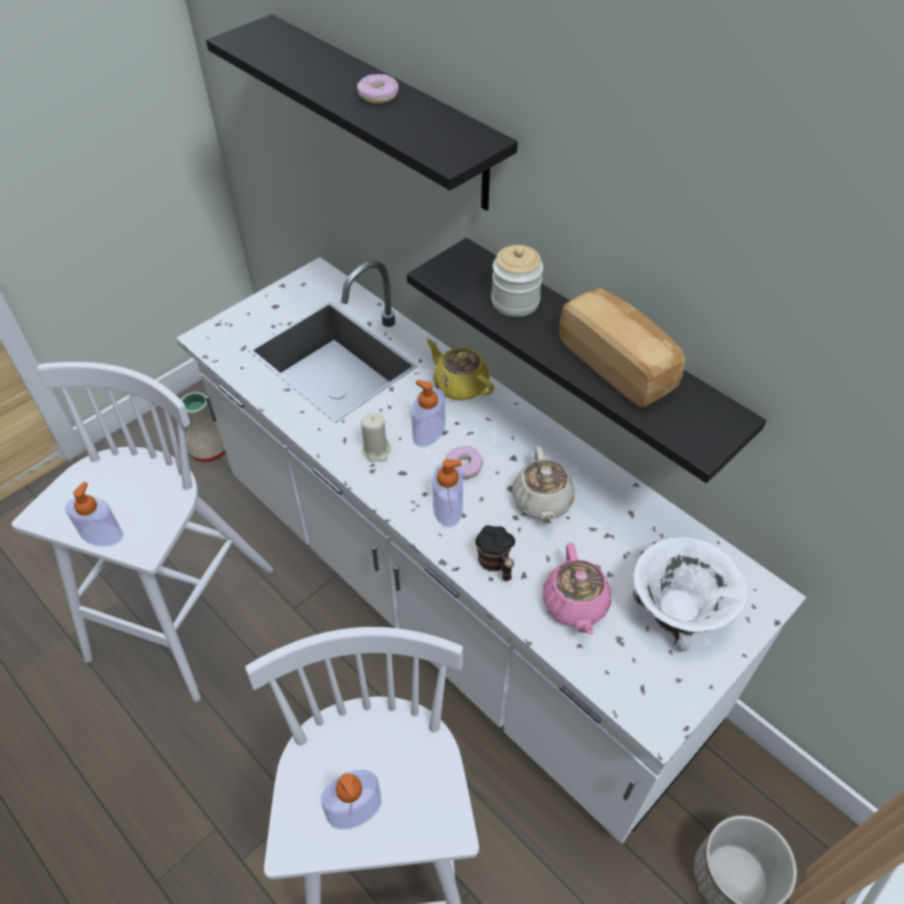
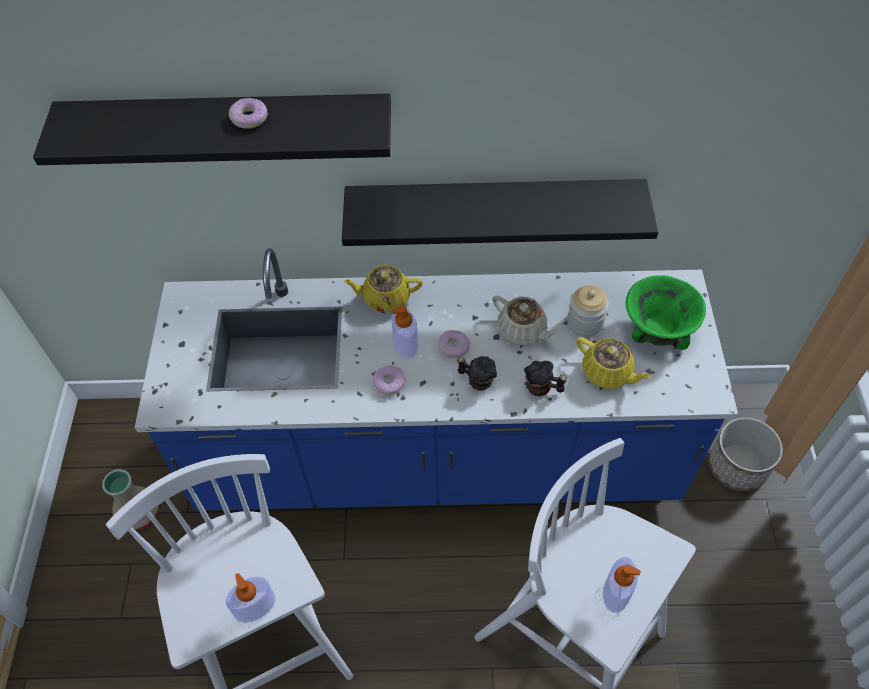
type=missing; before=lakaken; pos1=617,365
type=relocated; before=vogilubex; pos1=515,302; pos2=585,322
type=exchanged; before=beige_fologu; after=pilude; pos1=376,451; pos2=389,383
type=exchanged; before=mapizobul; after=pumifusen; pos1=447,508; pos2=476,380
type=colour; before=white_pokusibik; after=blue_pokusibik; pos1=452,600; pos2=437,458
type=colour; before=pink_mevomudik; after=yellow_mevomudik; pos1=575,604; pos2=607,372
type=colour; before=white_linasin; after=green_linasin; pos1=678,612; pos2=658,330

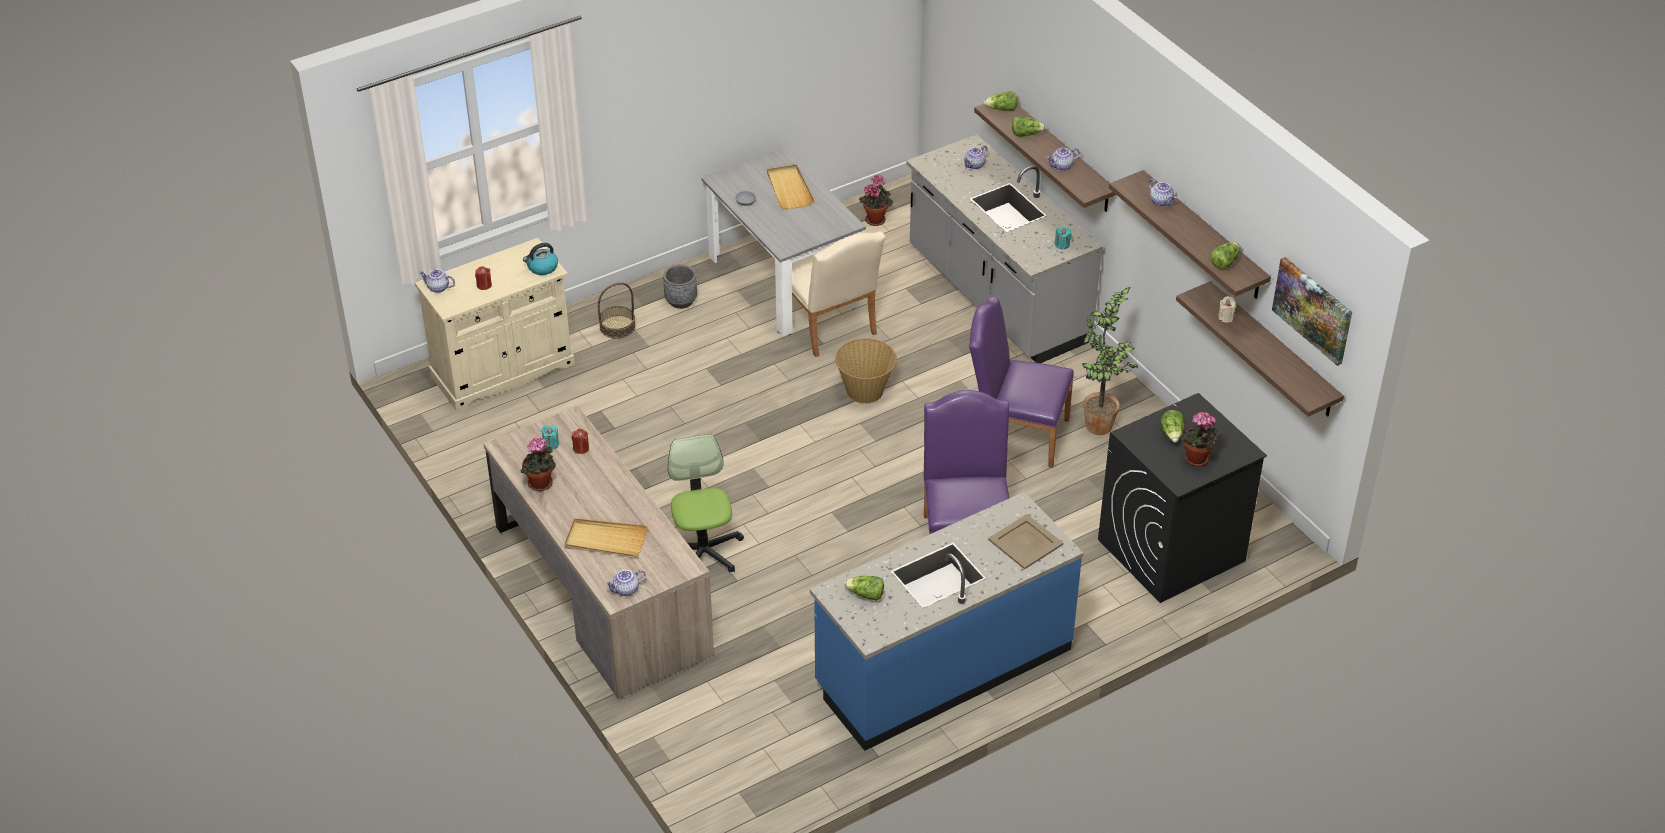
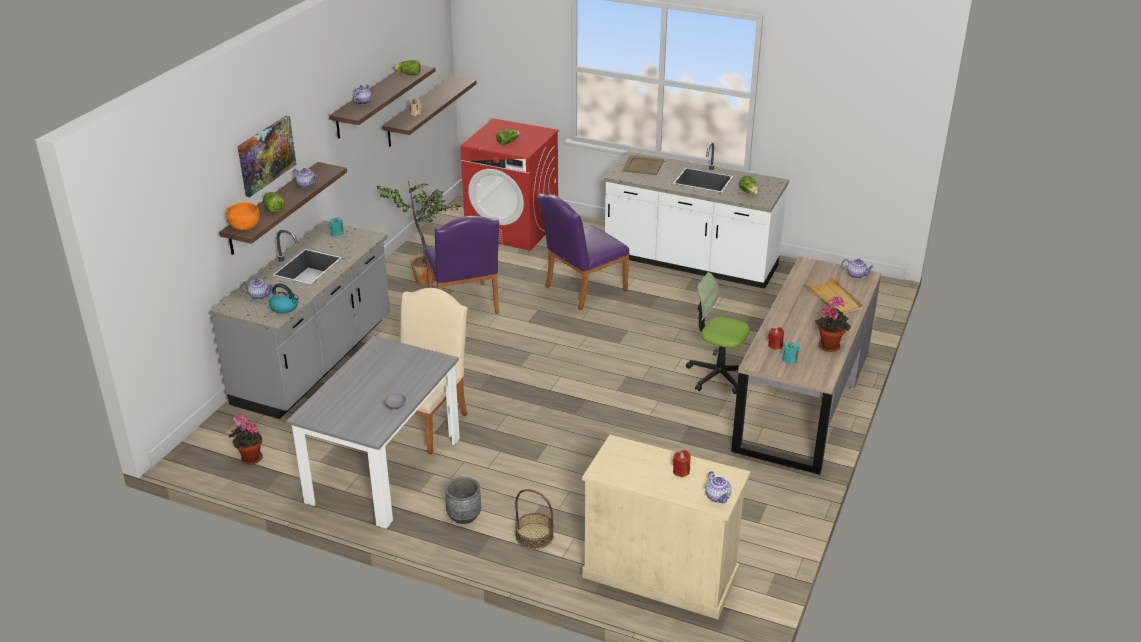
type=missing; before=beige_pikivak; pos1=789,189
type=missing; before=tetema; pos1=865,390
type=missing; before=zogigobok; pos1=1196,460
type=relocated; before=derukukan; pos1=542,268; pos2=285,307
type=relocated; before=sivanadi; pos1=1313,310; pos2=266,155
type=exchanged; before=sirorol; after=orange_linasin; pos1=1002,109; pos2=244,227
type=colour; before=blue_pokusibik; after=white_pokusibik; pos1=942,667; pos2=690,263
type=colour; before=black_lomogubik; after=red_lomogubik; pos1=1170,551; pos2=513,228
type=spun; before=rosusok; pos1=703,552; pos2=718,375; turn=75

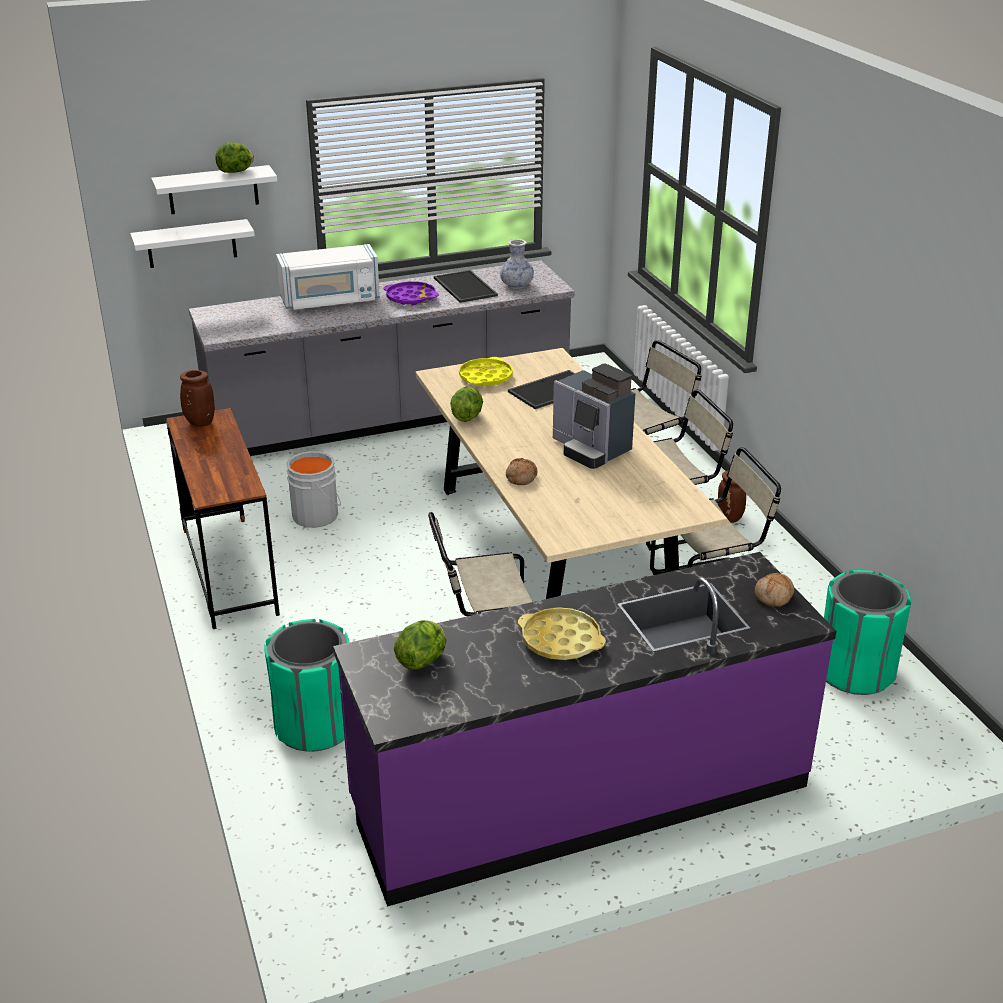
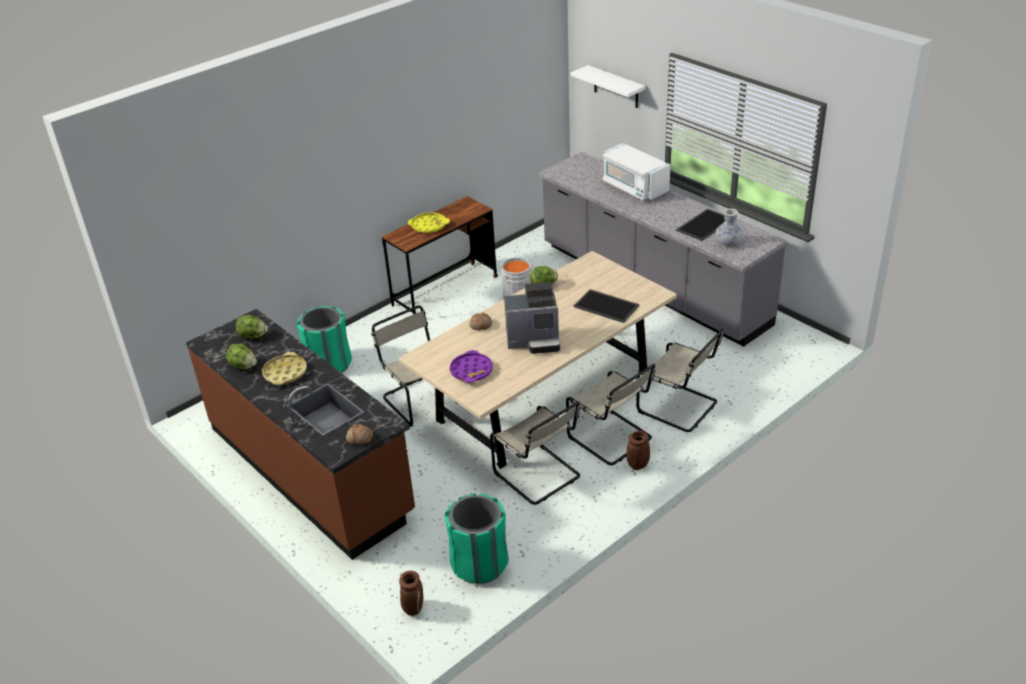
type=missing; before=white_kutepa; pos1=191,244
type=relocated; before=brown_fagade; pos1=199,423; pos2=413,608
type=relocated; before=sirorol; pos1=236,172; pos2=243,366
type=relocated; before=purple_pikivak; pos1=411,298; pos2=471,371
type=relocated; before=yellow_pikivak; pos1=485,377; pos2=429,226
type=colour; before=purple_pokusibik; after=brown_pokusibik; pos1=580,795; pos2=310,470
type=spun; before=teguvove; pos1=591,449; pos2=534,341; turn=-120

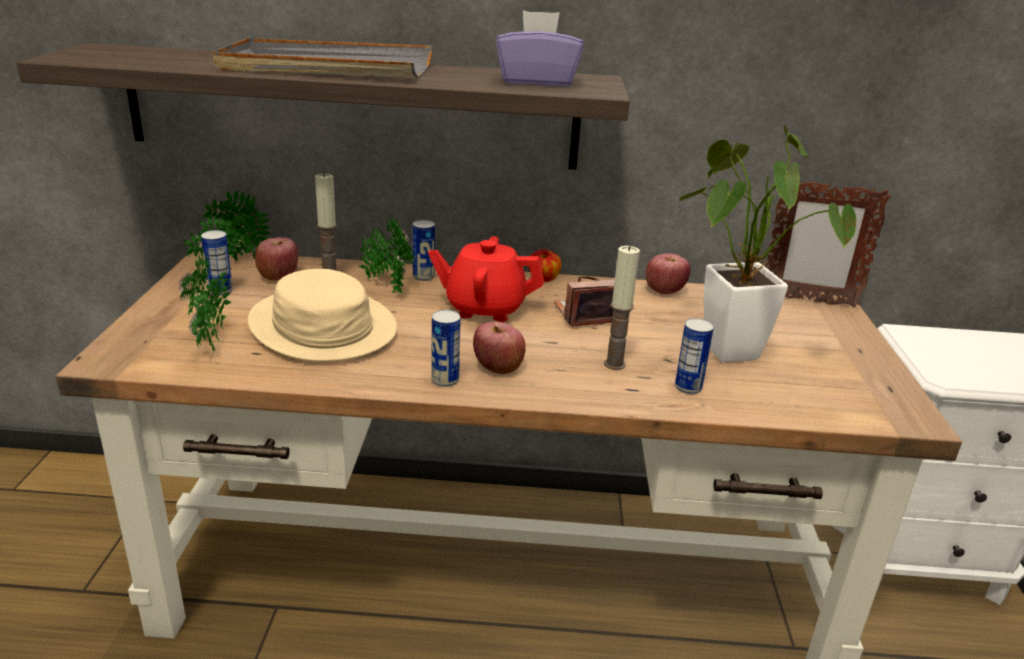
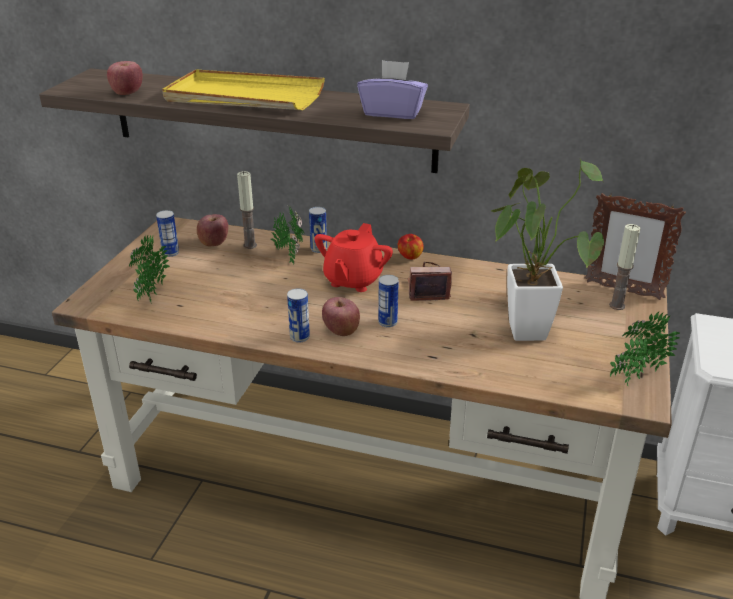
type=missing; before=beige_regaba; pos1=322,327
type=relocated; before=zogigobok; pos1=230,264; pos2=634,377
type=relocated; before=fologu; pos1=614,364; pos2=617,305
type=relocated; before=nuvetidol; pos1=664,291; pos2=127,93
type=relocated; before=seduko; pos1=688,387; pos2=387,322
type=colour; before=grey_pikivak; after=yellow_pikivak; pos1=327,67; pos2=244,97
type=spun; before=red_mevomudik; pos1=484,308; pos2=353,280; turn=-90

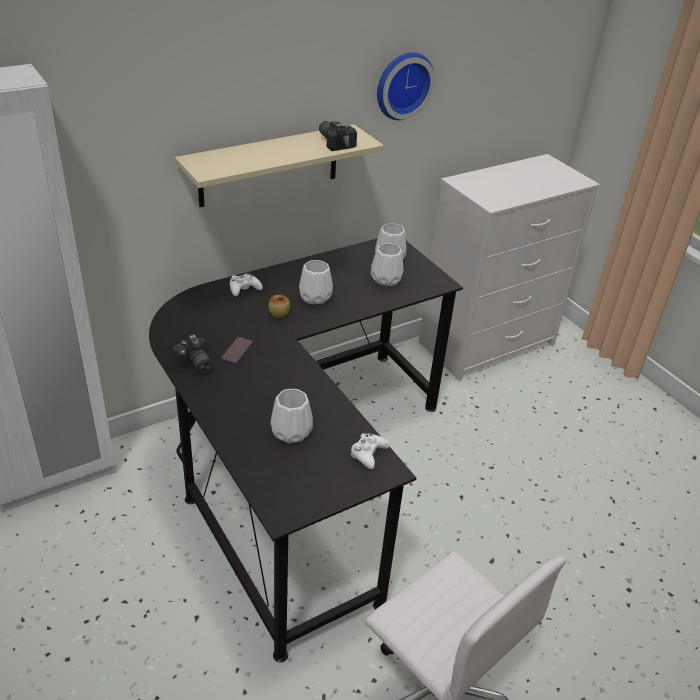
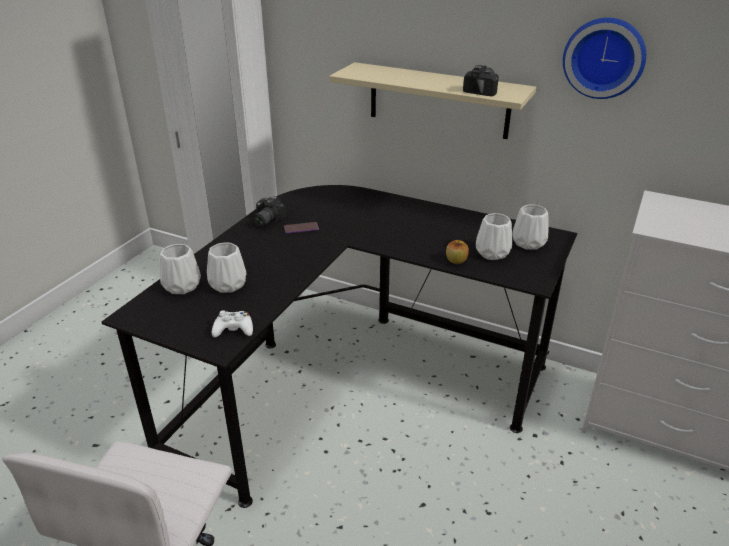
type=missing; before=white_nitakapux; pos1=244,289
type=relocated; before=nuvetidol; pos1=279,314; pos2=456,261
type=relocated; before=white_fagade; pos1=315,297; pos2=181,286

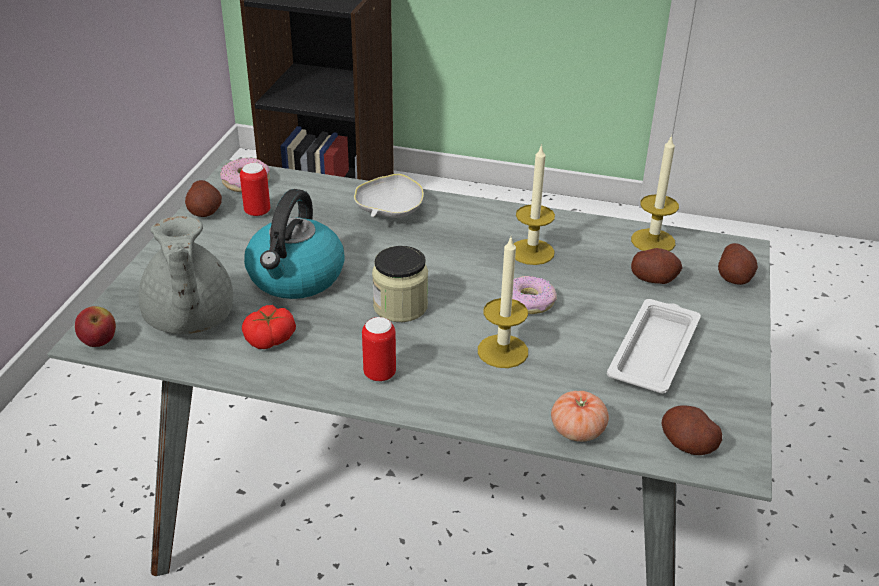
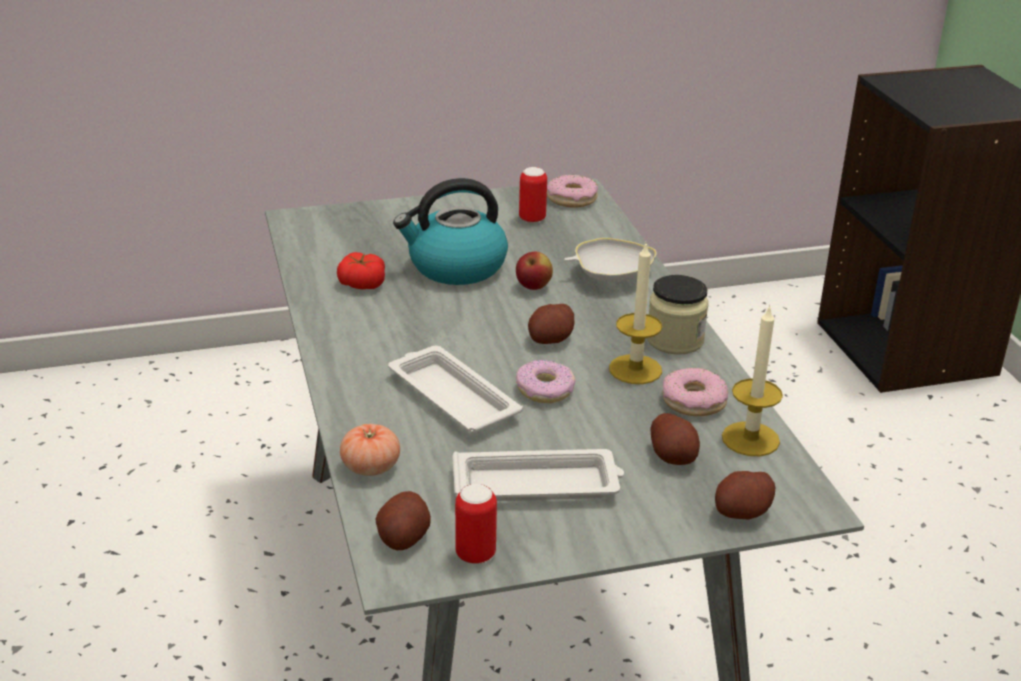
type=missing; before=grey_mevomudik; pos1=188,319
type=appeared; after=pilude; pos2=694,401
type=relocated; before=nuvetidol; pos1=99,342; pos2=533,287
type=relocated; before=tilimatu; pos1=205,211; pos2=550,339
type=relocated; before=seduko; pos1=379,374; pos2=475,554
type=relocated; before=vogilubex; pos1=400,306; pos2=675,340
type=exchanged; before=fologu; after=white_pikivak; pos1=502,351; pos2=451,396

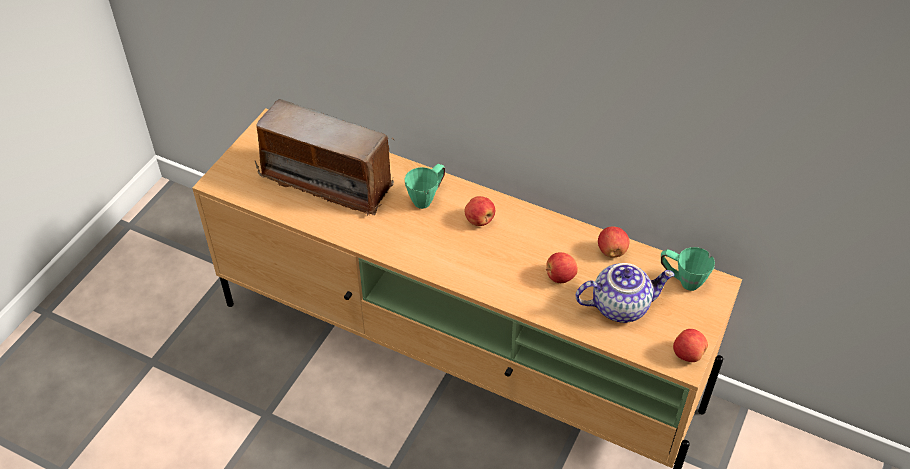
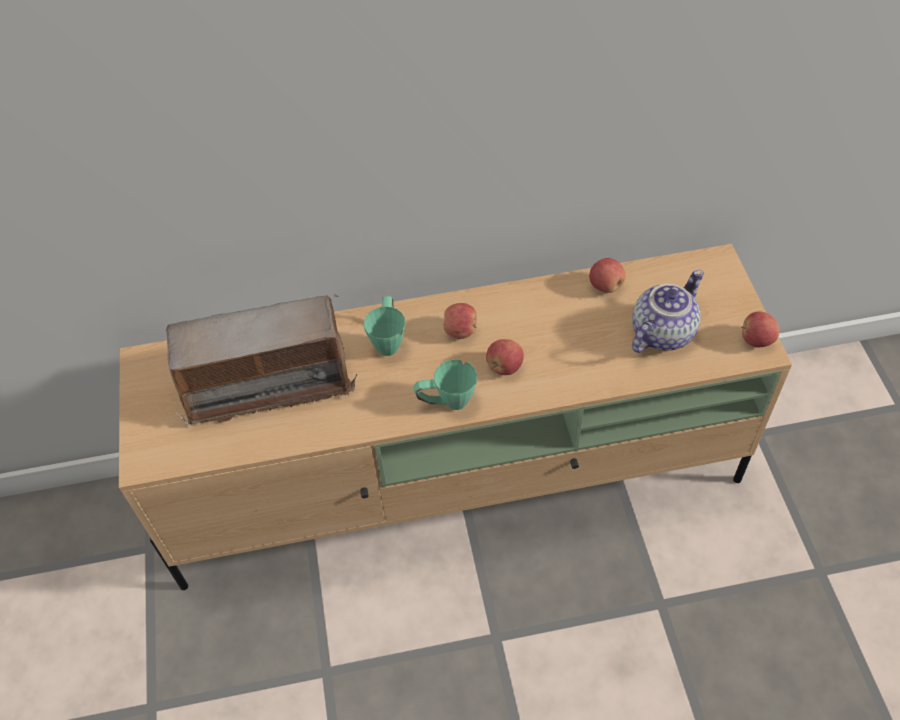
type=relocated; before=nuvetidol; pos1=560,277; pos2=504,367
type=relocated; before=green_pumifusen; pos1=681,280; pos2=446,403

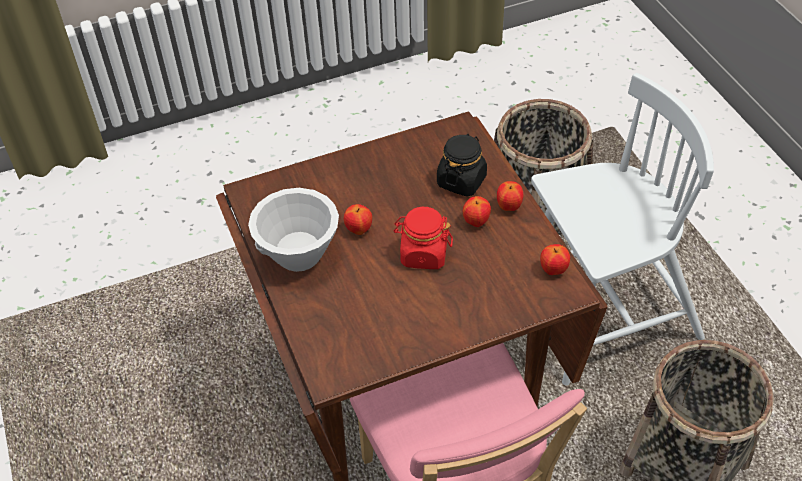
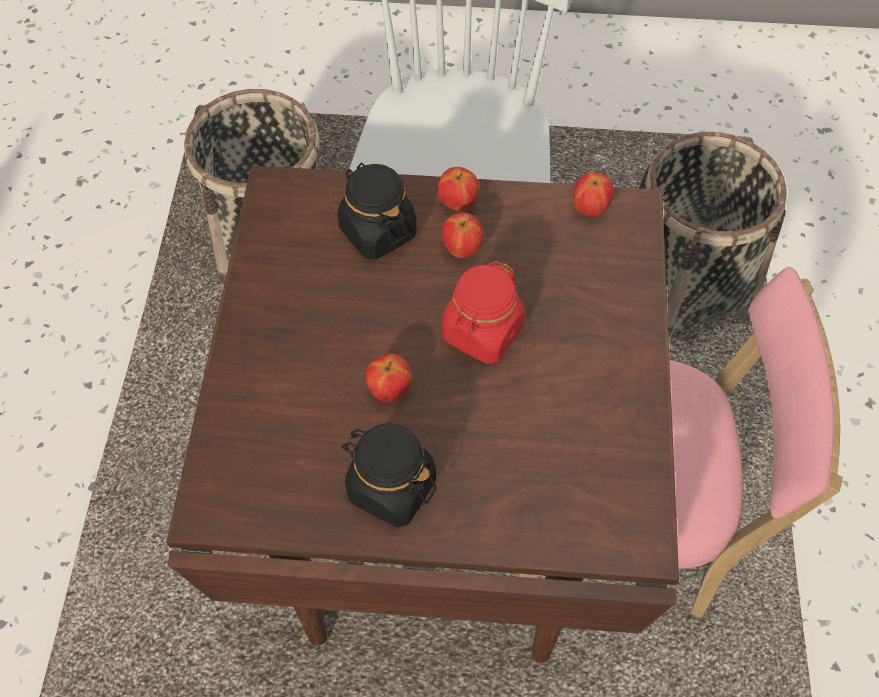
type=exchanged; before=white_linasin; after=black_vogilubex; pos1=299,255; pos2=391,488

